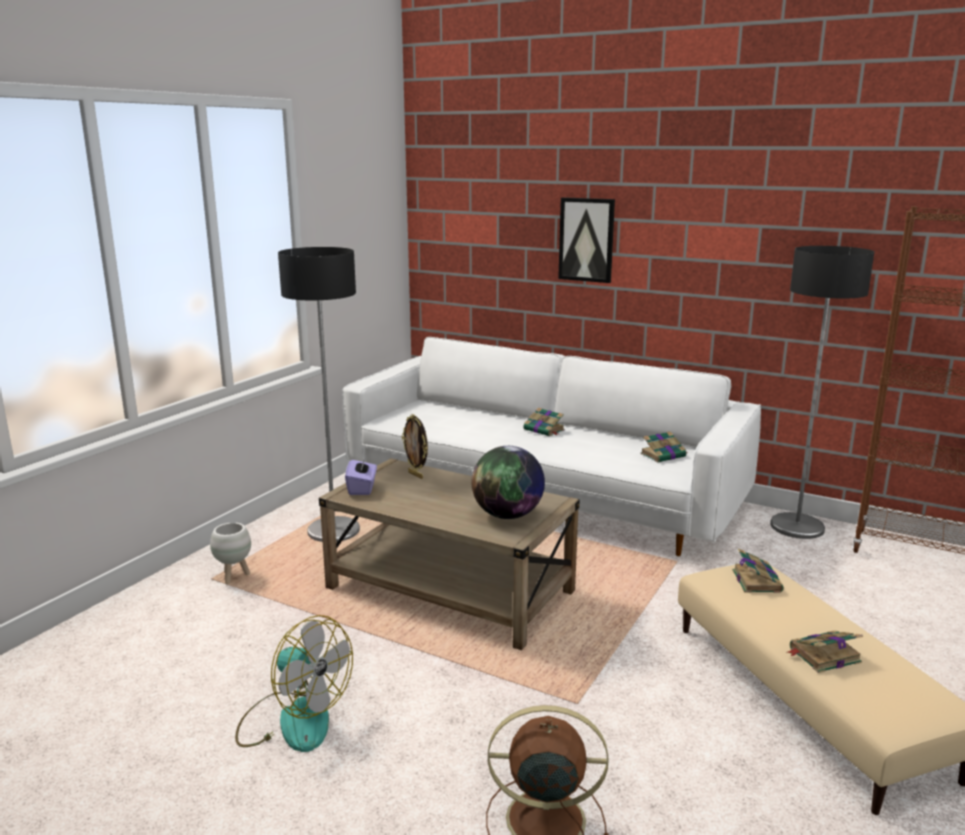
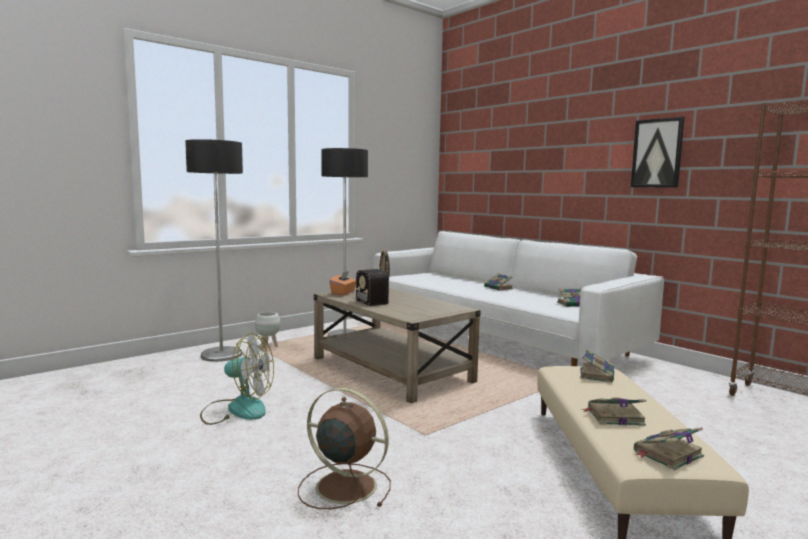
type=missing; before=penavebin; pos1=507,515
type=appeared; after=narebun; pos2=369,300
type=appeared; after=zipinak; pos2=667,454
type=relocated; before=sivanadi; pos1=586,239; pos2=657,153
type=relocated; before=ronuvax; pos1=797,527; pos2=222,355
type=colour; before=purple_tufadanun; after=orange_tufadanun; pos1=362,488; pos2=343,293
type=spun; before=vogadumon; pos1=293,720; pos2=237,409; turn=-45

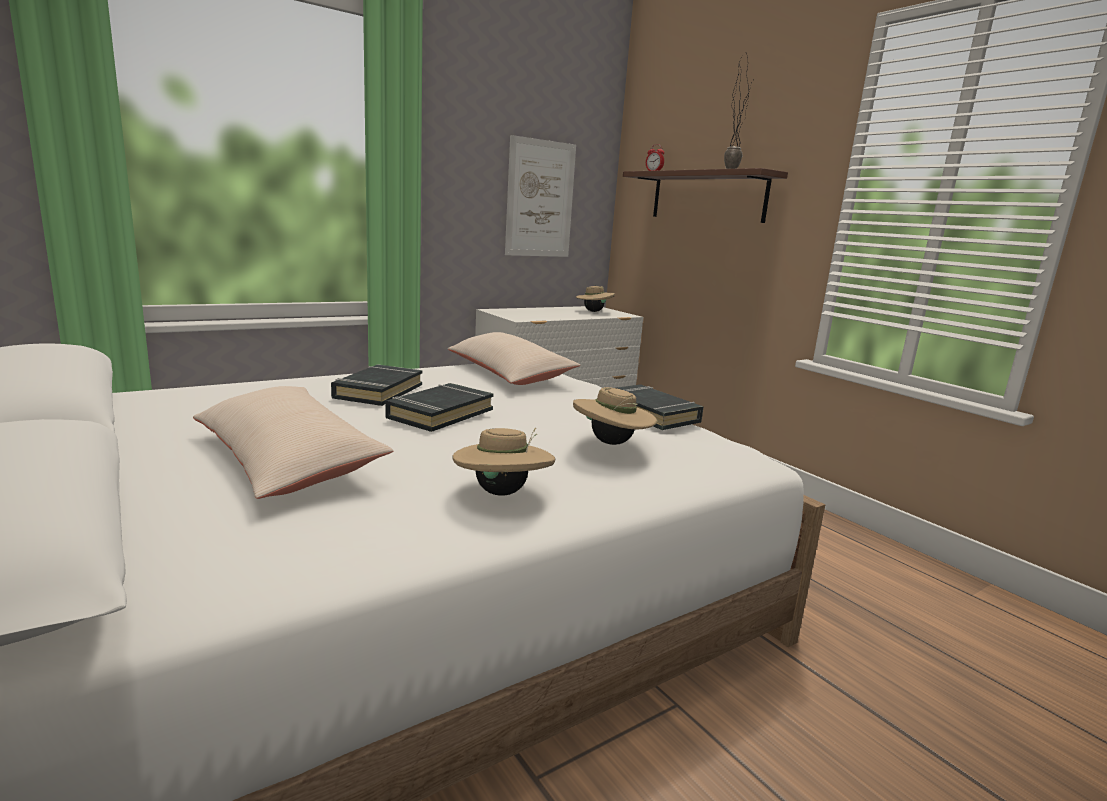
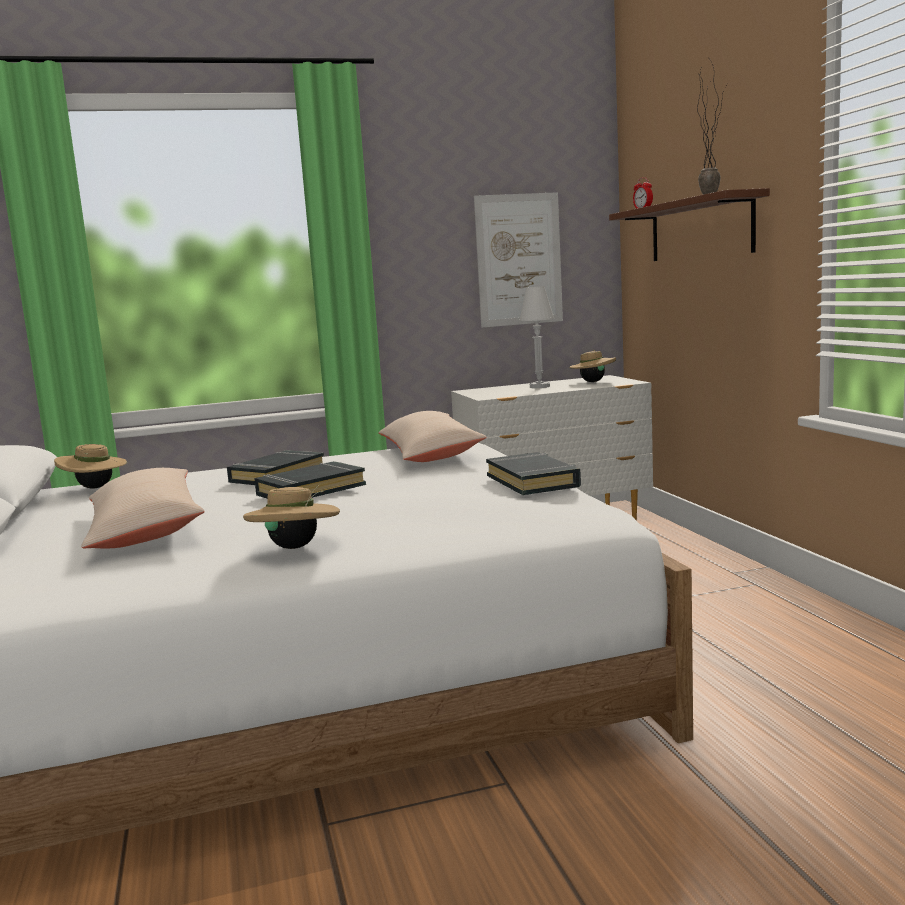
type=appeared; after=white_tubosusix; pos2=539,387
type=relocated; before=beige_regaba; pos1=612,443; pos2=95,488

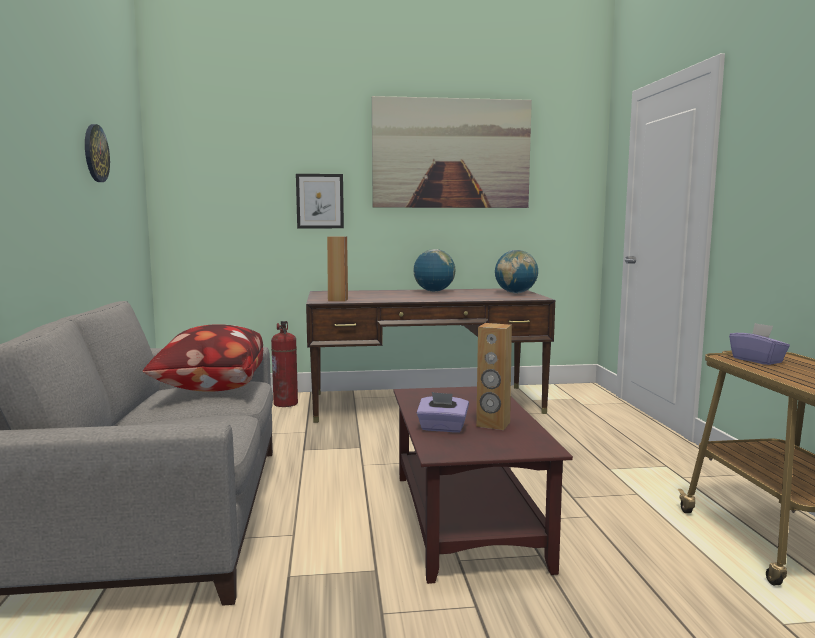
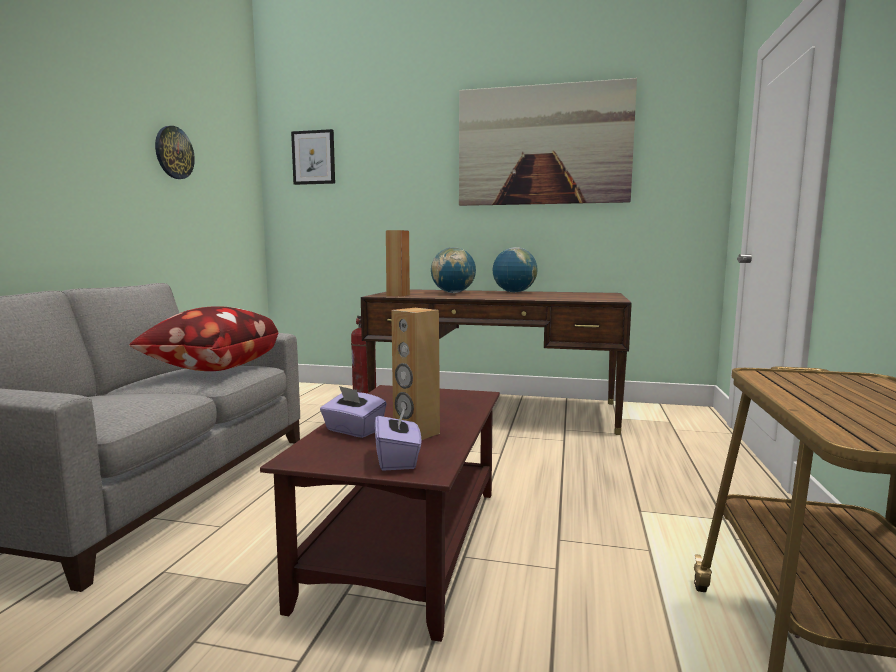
type=relocated; before=sivanadi; pos1=320,201; pos2=313,157
type=relocated; before=penavebin; pos1=515,293; pos2=453,293
type=relocated; before=purple_tufadanun; pos1=757,360; pos2=398,460

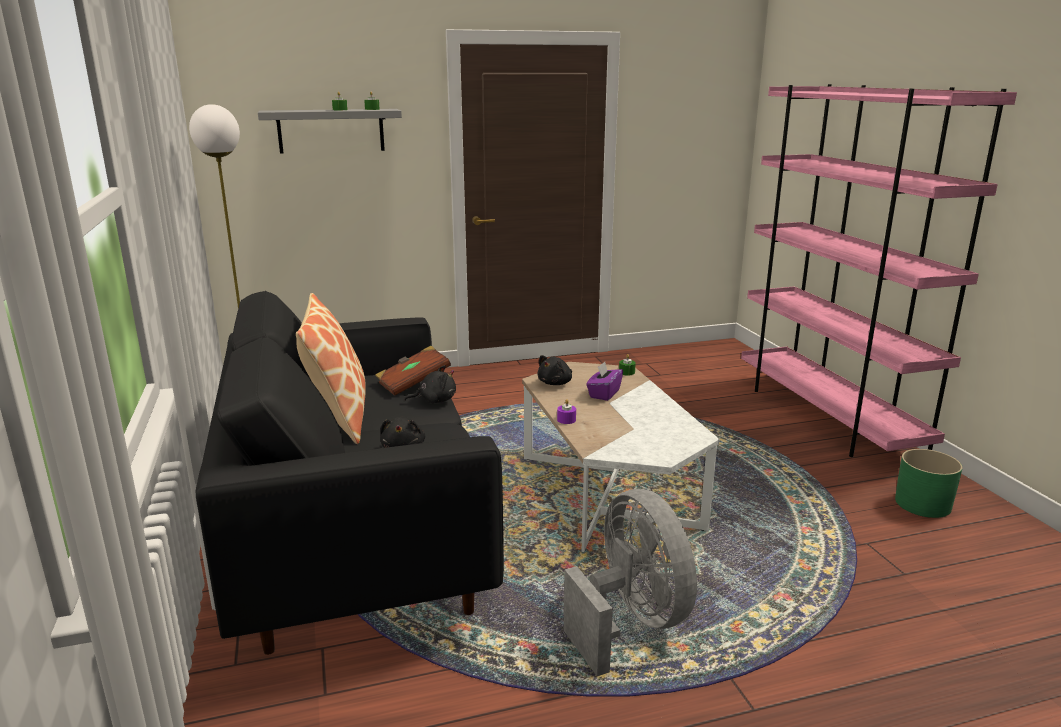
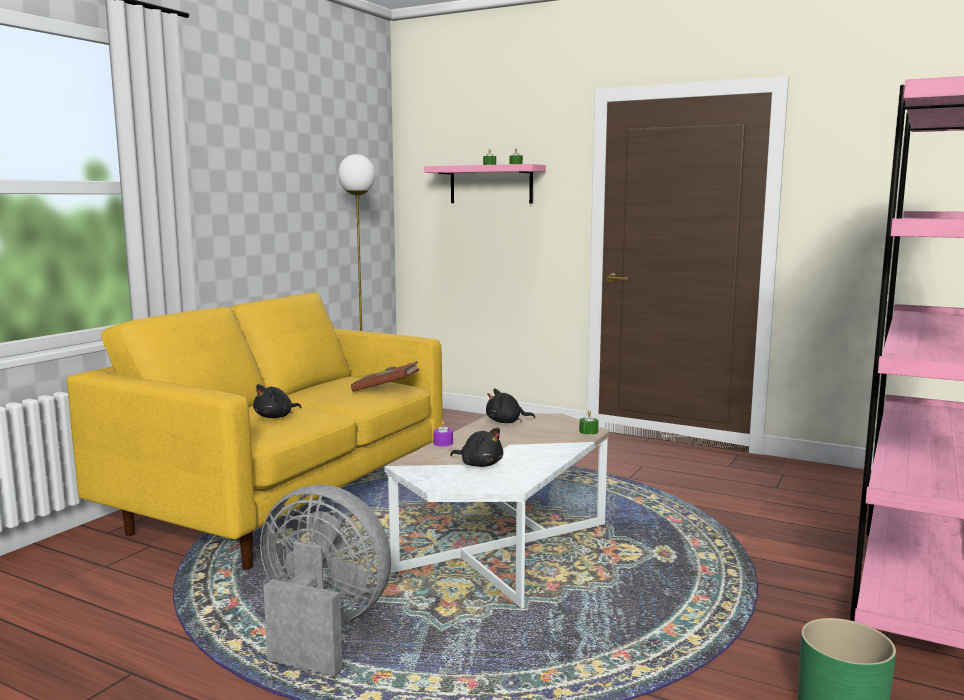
type=missing; before=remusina; pos1=338,417
type=missing; before=purple_tufadanun; pos1=604,394
type=relocated; before=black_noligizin; pos1=435,400; pos2=479,464
type=colour; before=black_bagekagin; after=yellow_bagekagin; pos1=357,539; pos2=285,503
type=colour; before=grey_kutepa; after=pink_kutepa; pos1=331,131; pos2=491,184
type=spun; before=grey_vogadumon; pos1=631,622; pos2=321,629; turn=-90

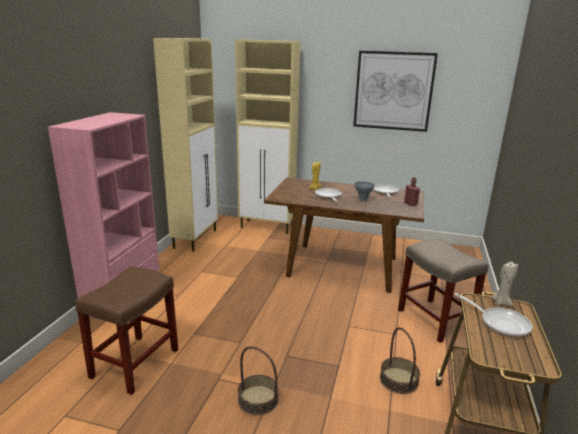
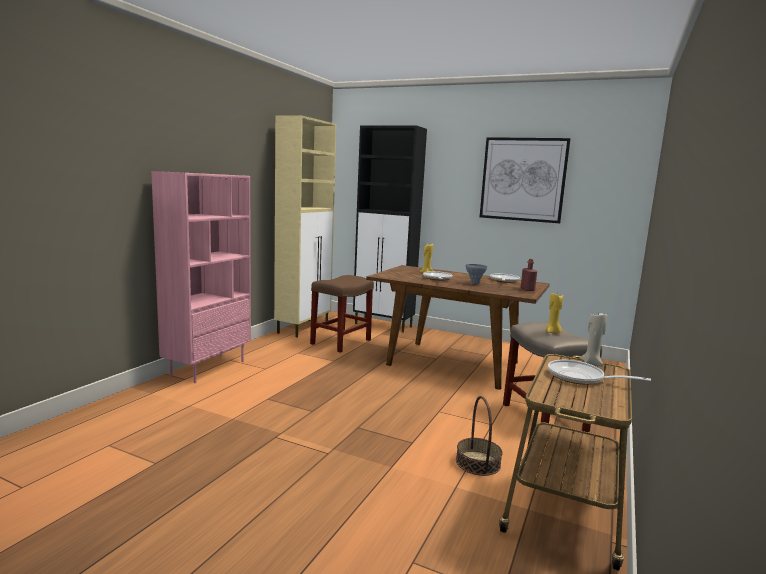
type=missing; before=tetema; pos1=258,399
type=appeared; after=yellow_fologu; pos2=552,332
type=relocated; before=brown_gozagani; pos1=136,362; pos2=341,341
type=colour; before=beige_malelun; after=black_malelun; pos1=267,227; pos2=384,325
type=spun; before=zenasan; pos1=500,323; pos2=580,378; turn=150

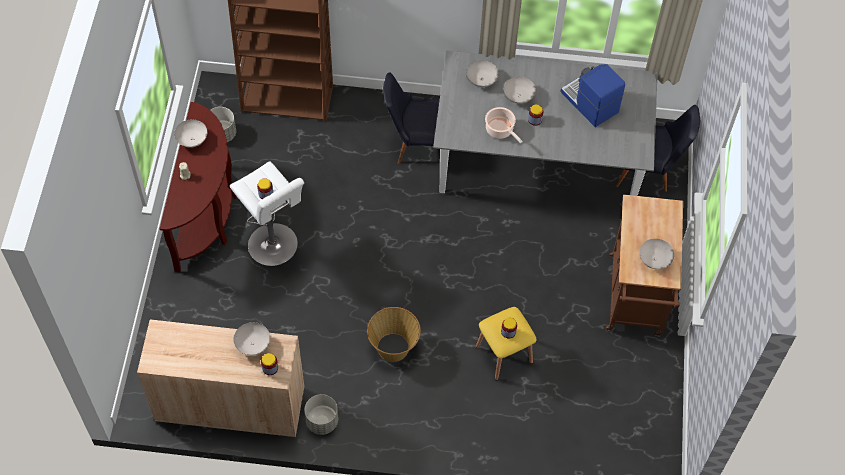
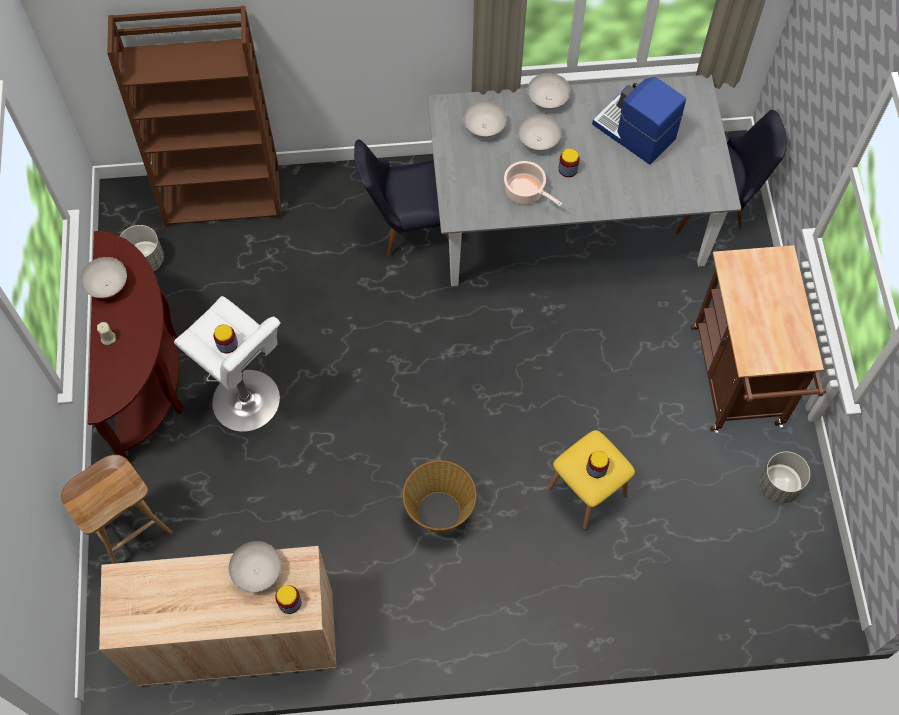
type=appeared; after=brown_gozagani; pos2=130,530
type=relocated; before=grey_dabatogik; pos1=322,422; pos2=779,486
type=relocated; before=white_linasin; pos1=655,260; pos2=548,100

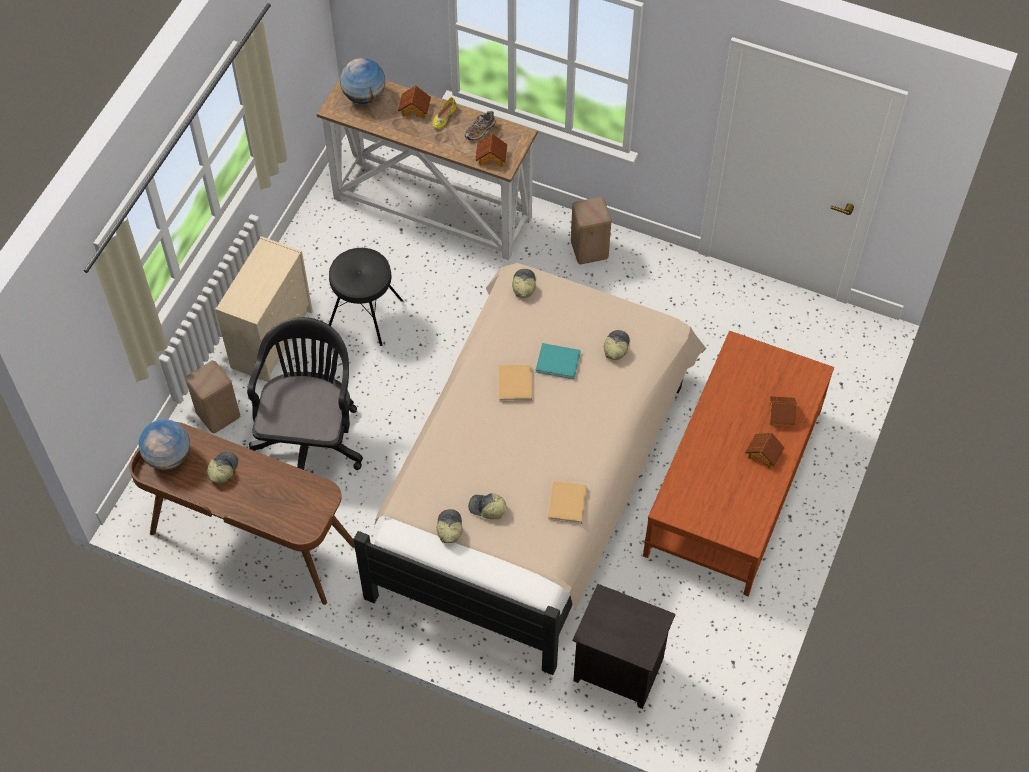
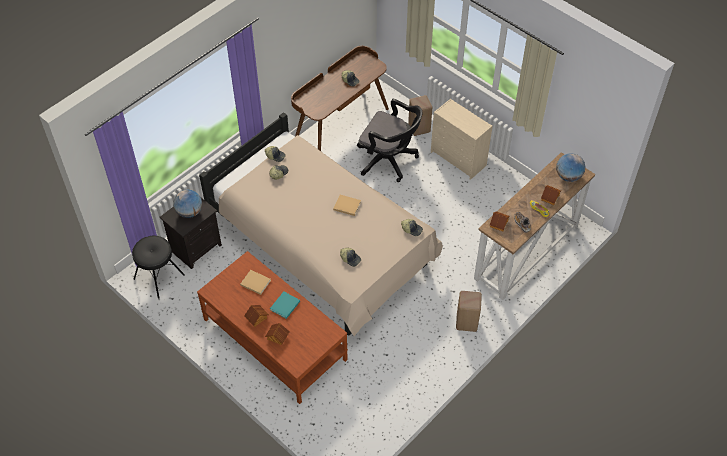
type=relocated; before=penavebin; pos1=169,456; pos2=189,212
type=relocated; before=black_gozagani; pos1=365,315; pos2=158,277
type=relocated; before=turquoise_zipinak; pos1=559,362; pos2=284,306
type=relocated; before=beige_zipinak; pos1=567,504; pos2=255,282

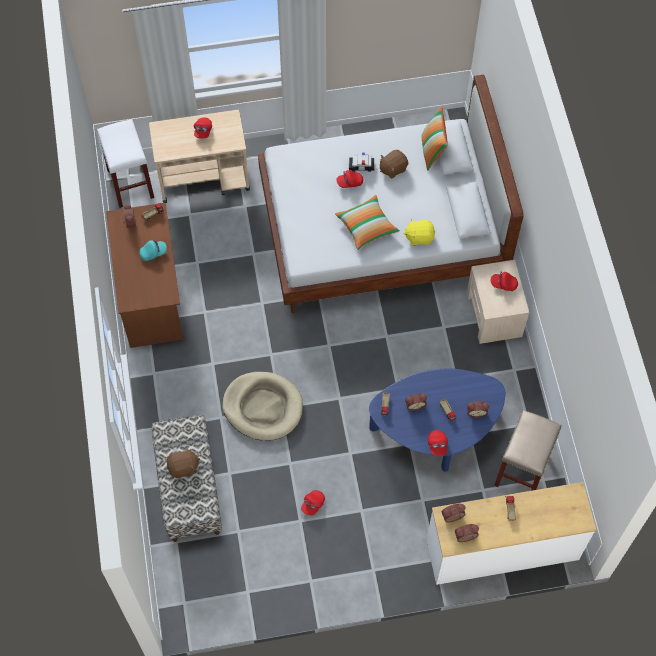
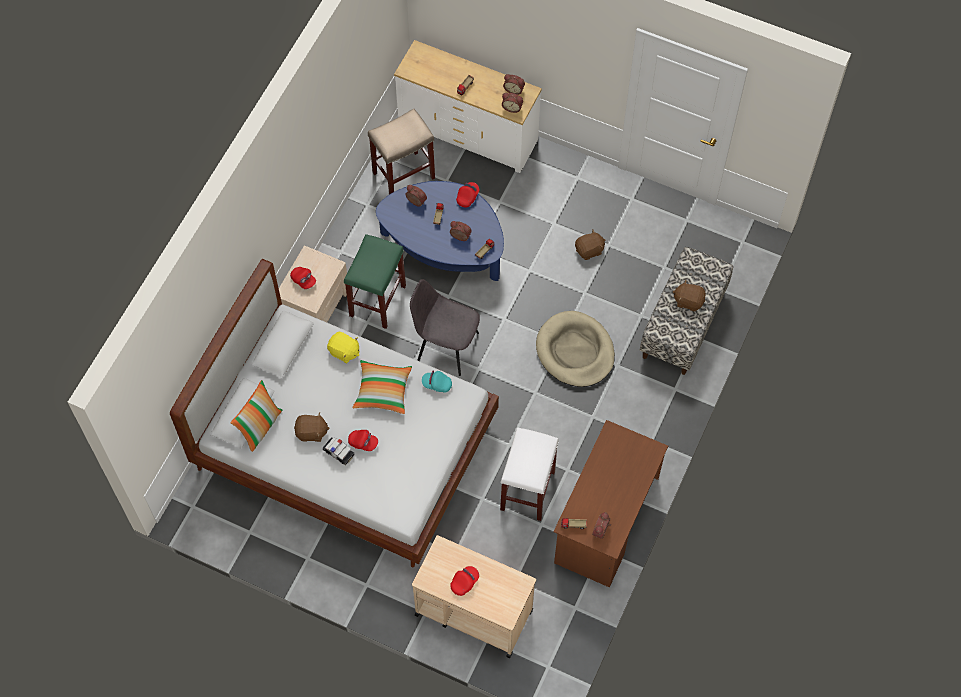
type=appeared; after=green_gozagani; pos2=377,300
type=appeared; after=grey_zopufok; pos2=446,346
type=relocated; before=white_gozagani; pos1=131,184; pos2=527,489
type=relocated; before=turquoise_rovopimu; pos1=153,253; pos2=437,384
type=exchanged; before=red_rovopimu; after=brown_noligizin; pos1=313,504; pos2=589,250

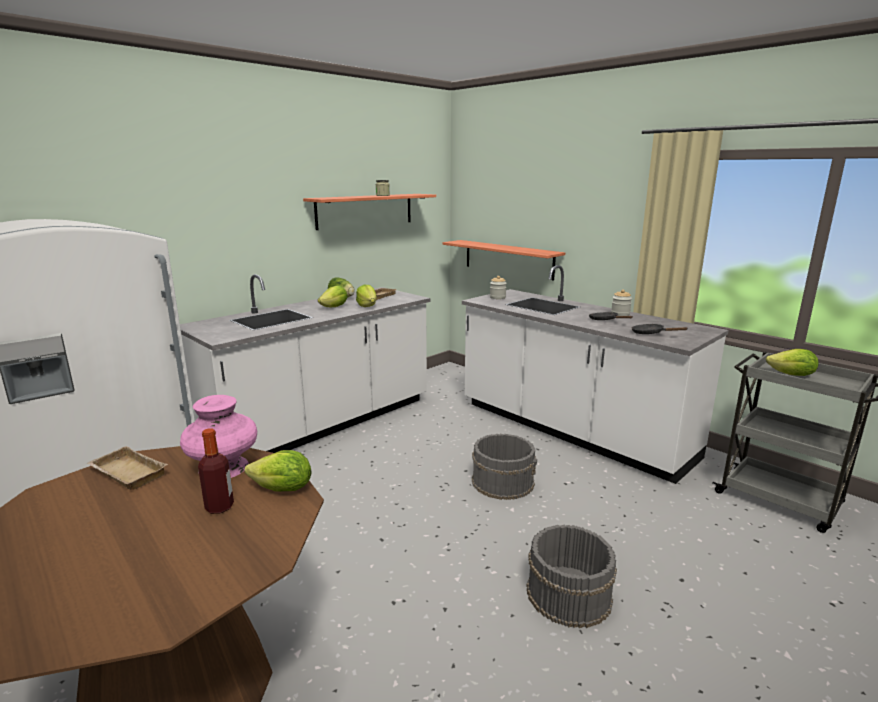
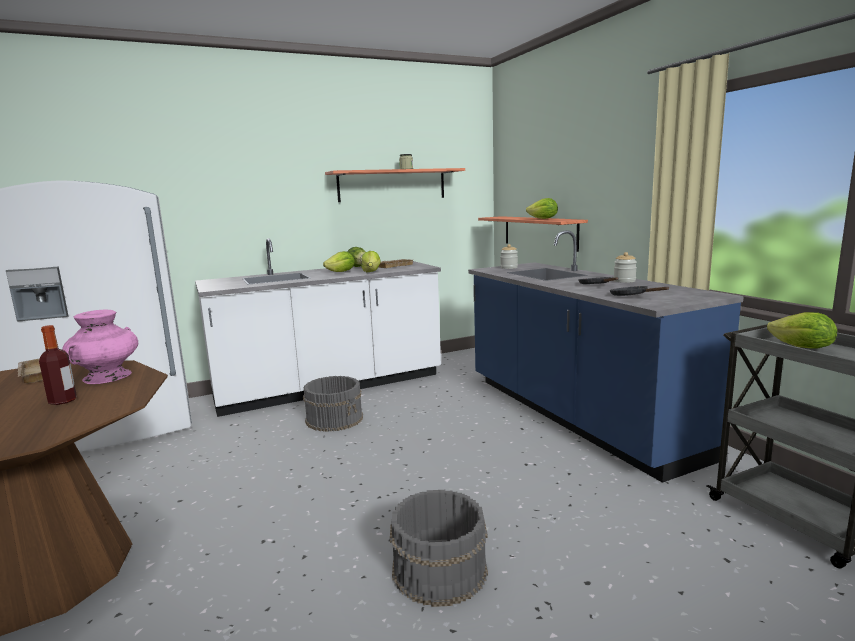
type=relocated; before=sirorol; pos1=283,489; pos2=543,219
type=relocated; before=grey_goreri; pos1=503,482; pos2=335,419
type=colour; before=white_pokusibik; after=blue_pokusibik; pos1=571,430; pos2=575,416

